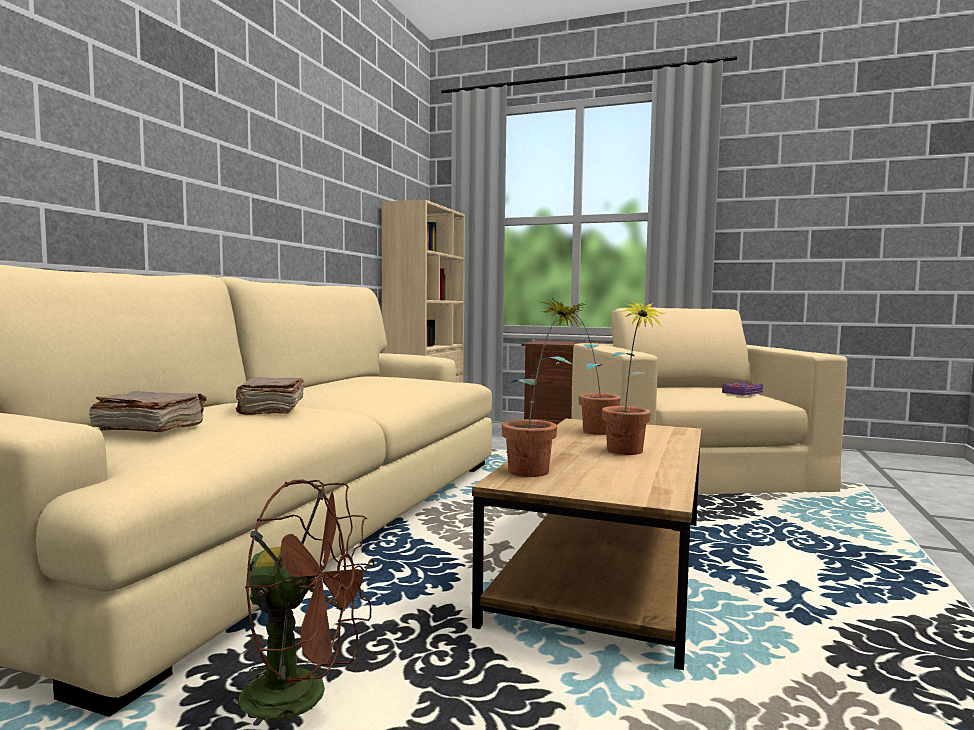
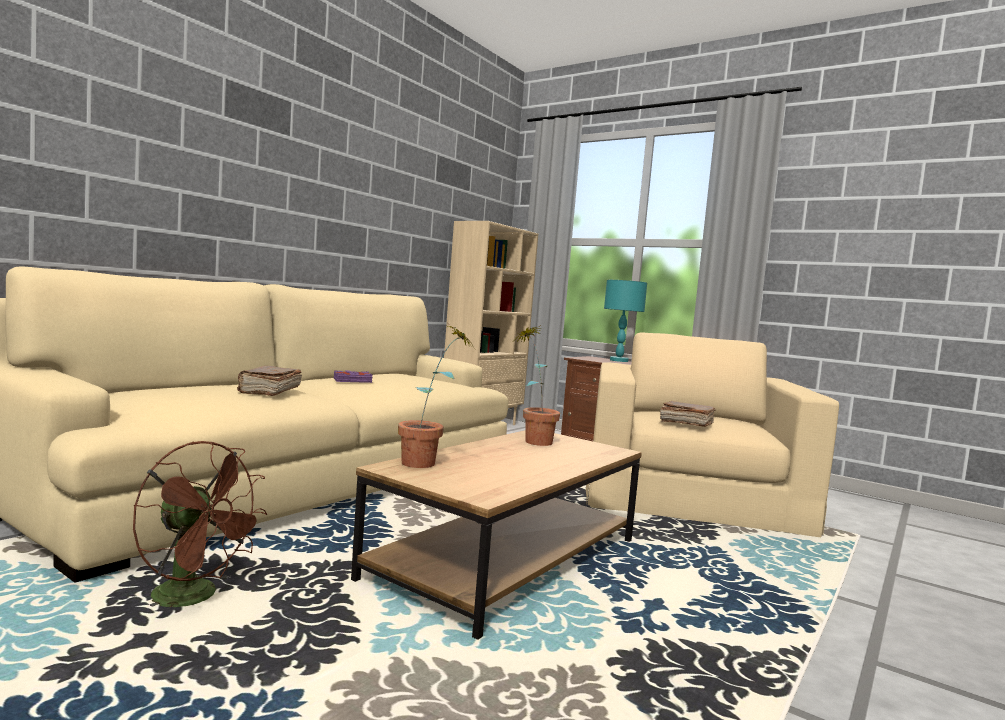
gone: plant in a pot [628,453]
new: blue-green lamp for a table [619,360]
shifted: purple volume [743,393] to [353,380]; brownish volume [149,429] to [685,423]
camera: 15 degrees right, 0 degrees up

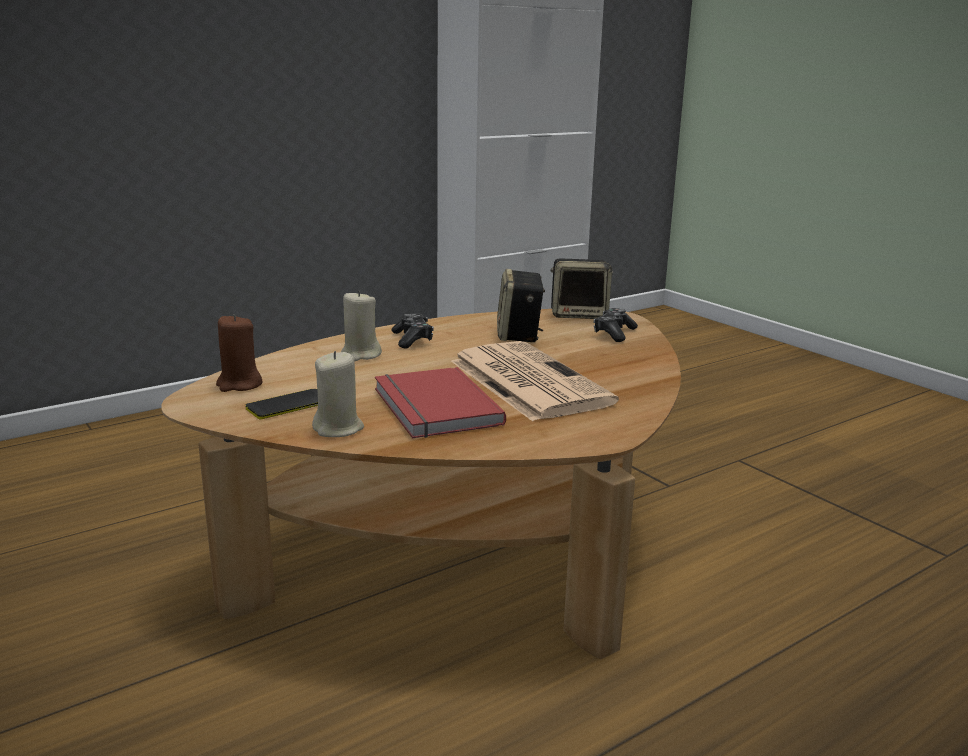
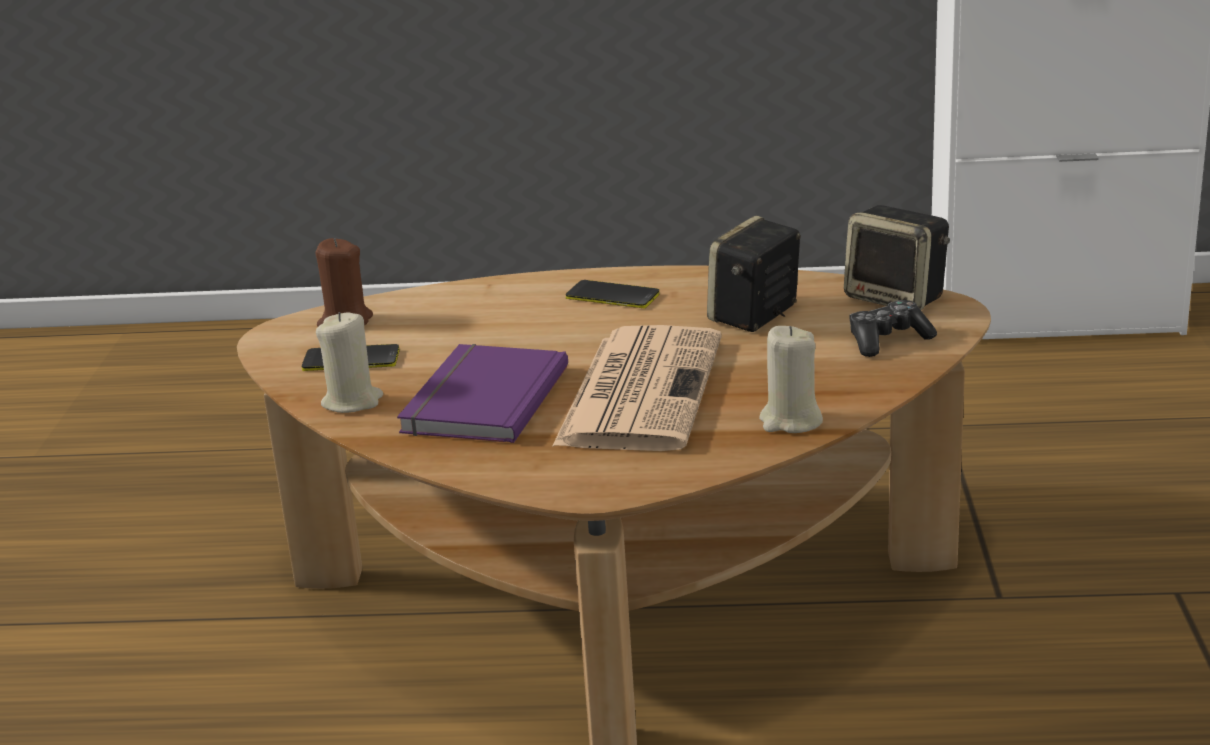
shifted: beige candle [360,355] to [790,421]
swapped: joypad [412,339] to phone [612,296]
repainted: red-coloured volume [432,407] to purple volume [480,399]
camera: 40 degrees right, 5 degrees up

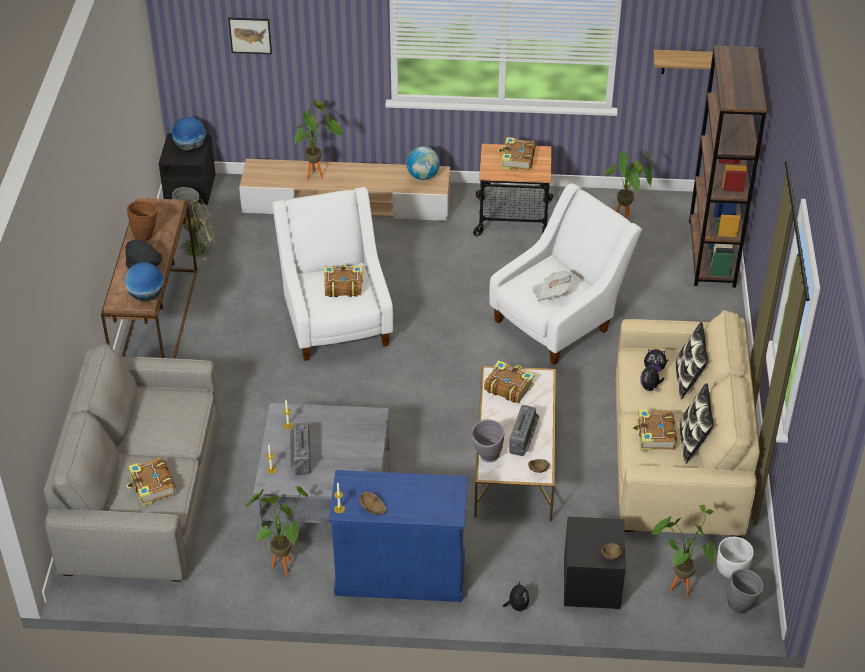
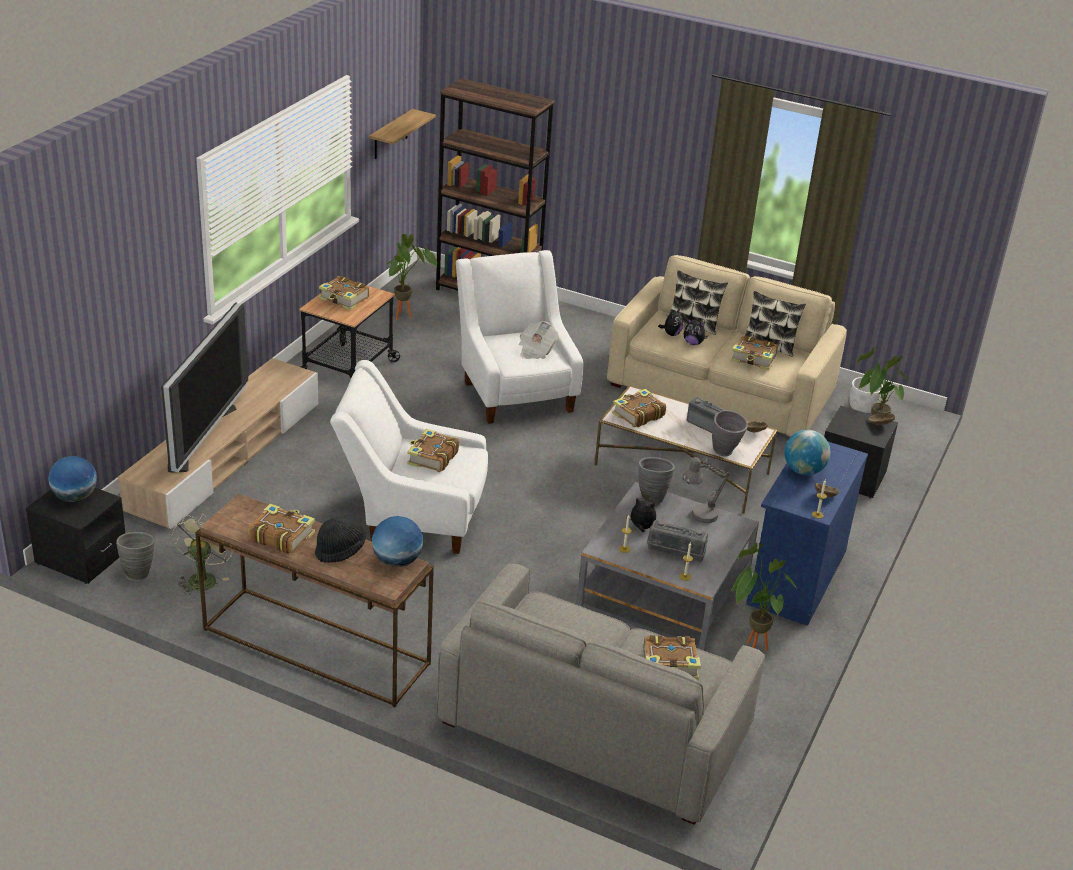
gone: wall art [250,35]
new: greyish lamp for a table [699,516]
shifted: desk globe [423,176] to [803,471]; greyish vase [741,606] to [651,498]; cuddly toy [517,606] to [641,528]
swapped: plant in a pot [318,175] to TV [202,437]; brownish vase [146,235] to volume [281,536]
camera: 70 degrees left, 10 degrees down

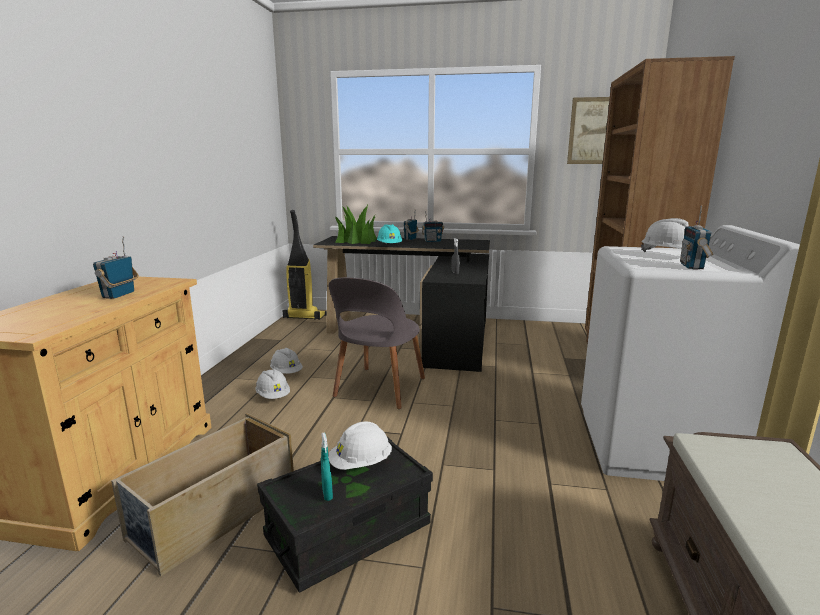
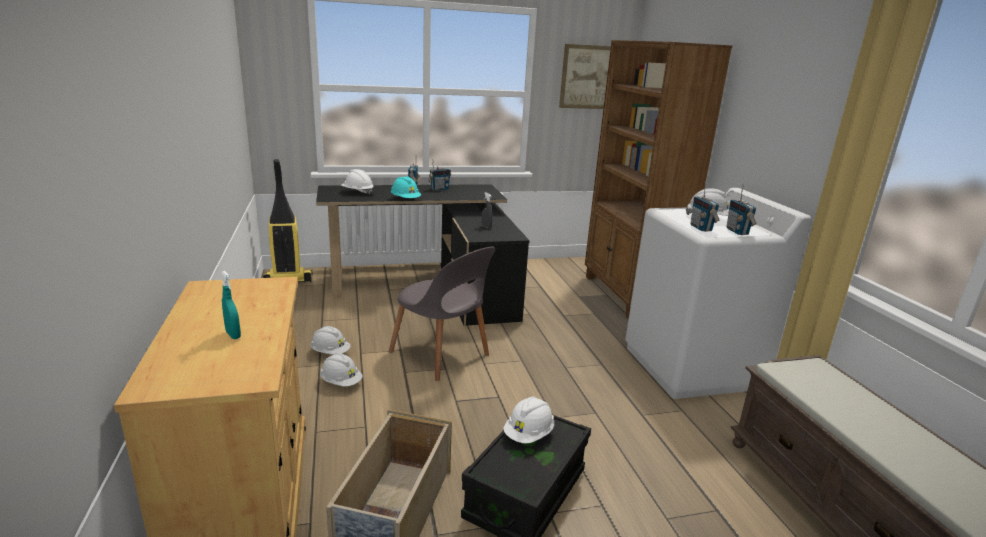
shifted: radio receiver [119,295] to [701,228]; blue-green spray bottle [327,494] to [233,335]
swapped: plant in a pot [356,240] to white-coloured hard hat [357,192]
rotated: greyish chair [378,389] = [441,355] 45 degrees counterclockwise
camera: 25 degrees left, 5 degrees up

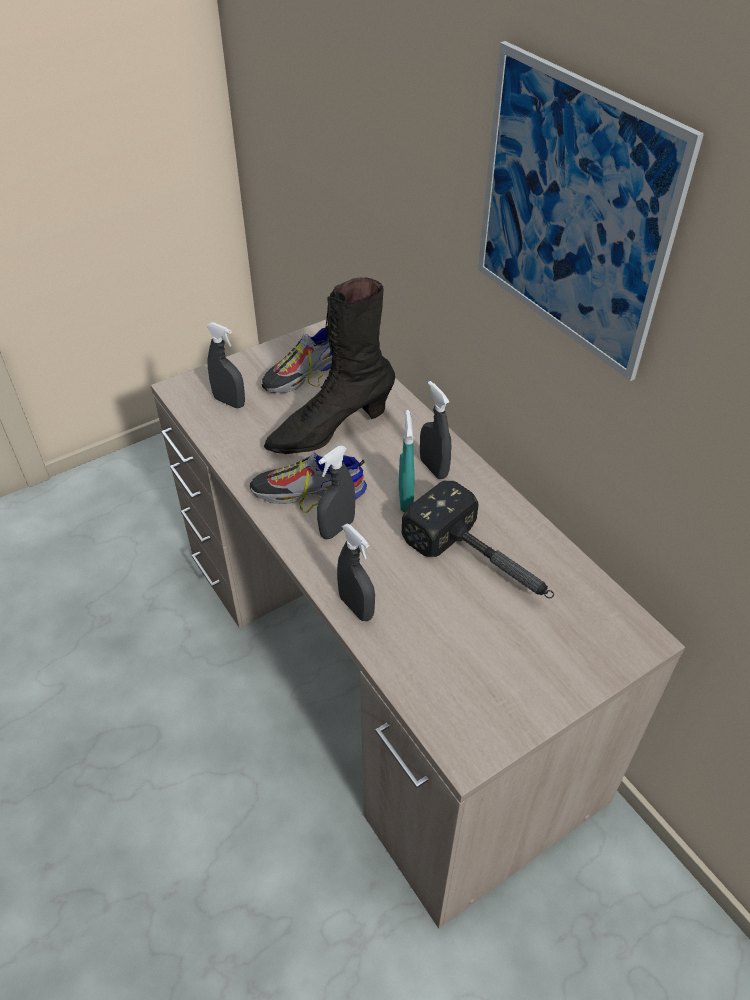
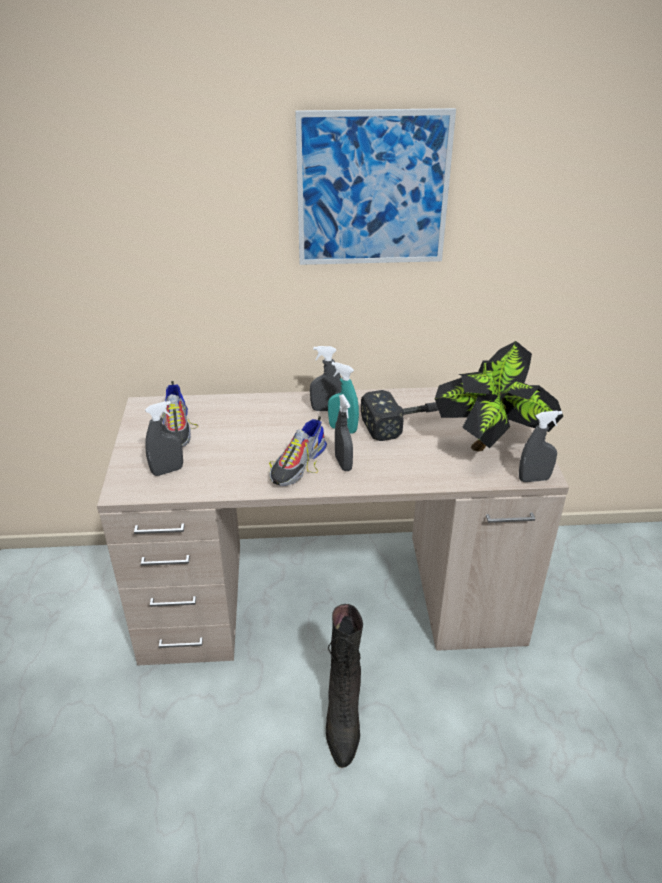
new: plant in a pot [491,445]
shifted: black high-top boot [330,430] to [343,718]; greyish spray bottle [356,607] to [534,479]
camera: 60 degrees left, 10 degrees down

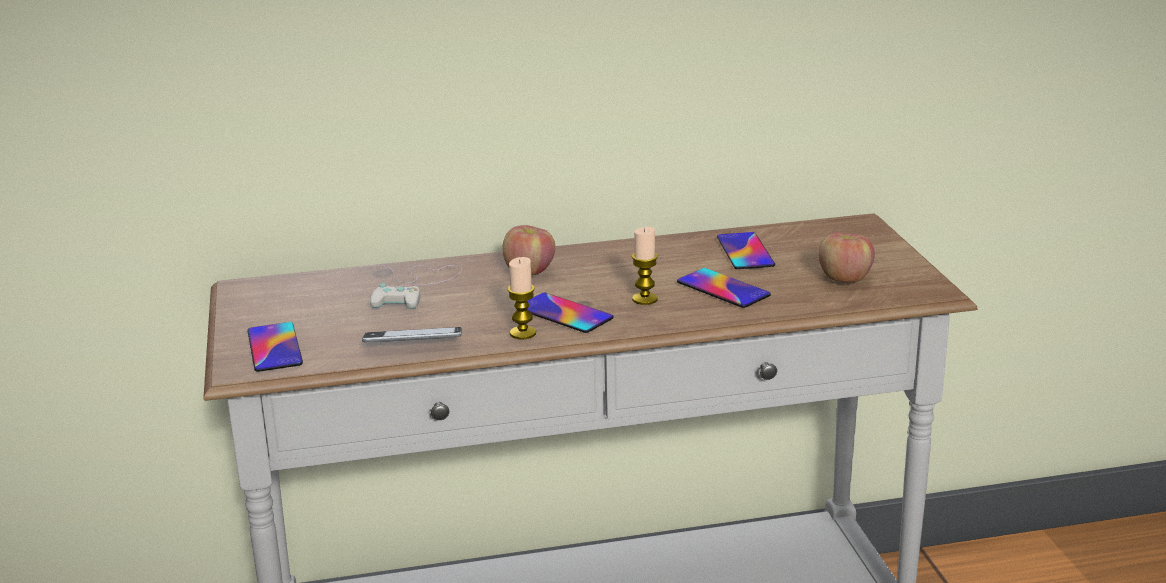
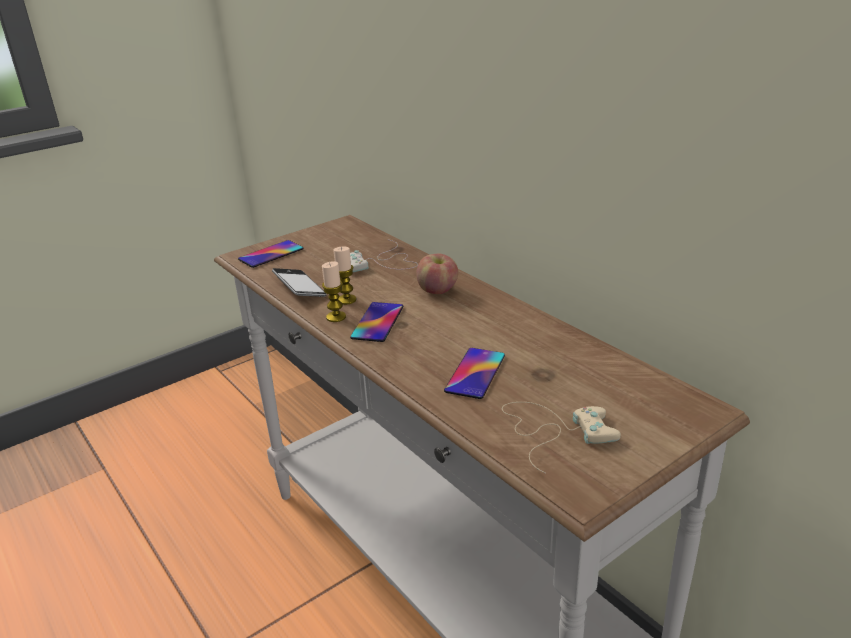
gone: phone [745,251]
shifted: candle [644,299] to [346,300]
swapped: whole apple [844,279] to beige joypad [553,430]
camera: 65 degrees right, 5 degrees up

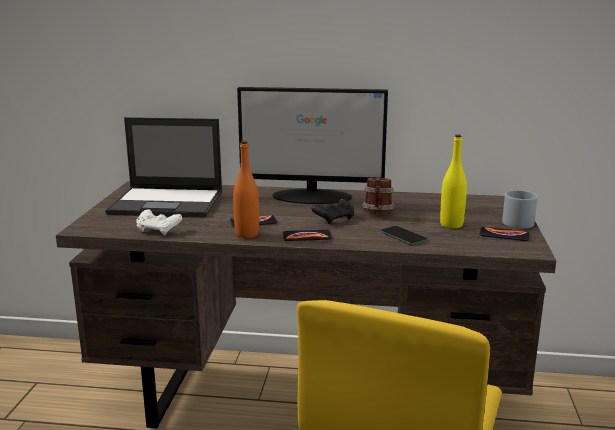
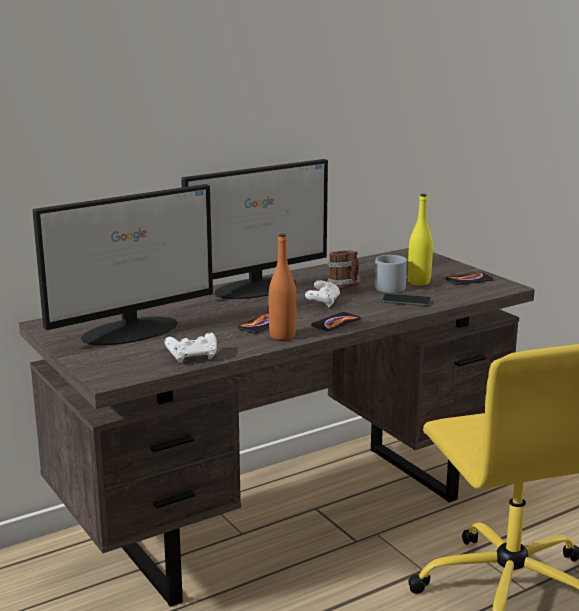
shifted: greyish mug [519,221] to [388,286]
swapped: notebook computer [168,203] to computer display [132,330]
repainted: black joypad [334,219] to white-coloured joypad [323,302]
camera: 40 degrees left, 0 degrees up

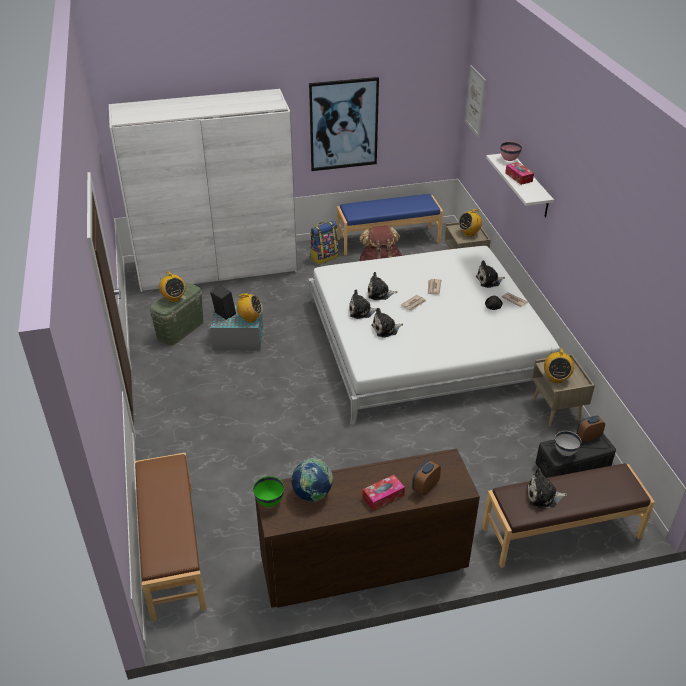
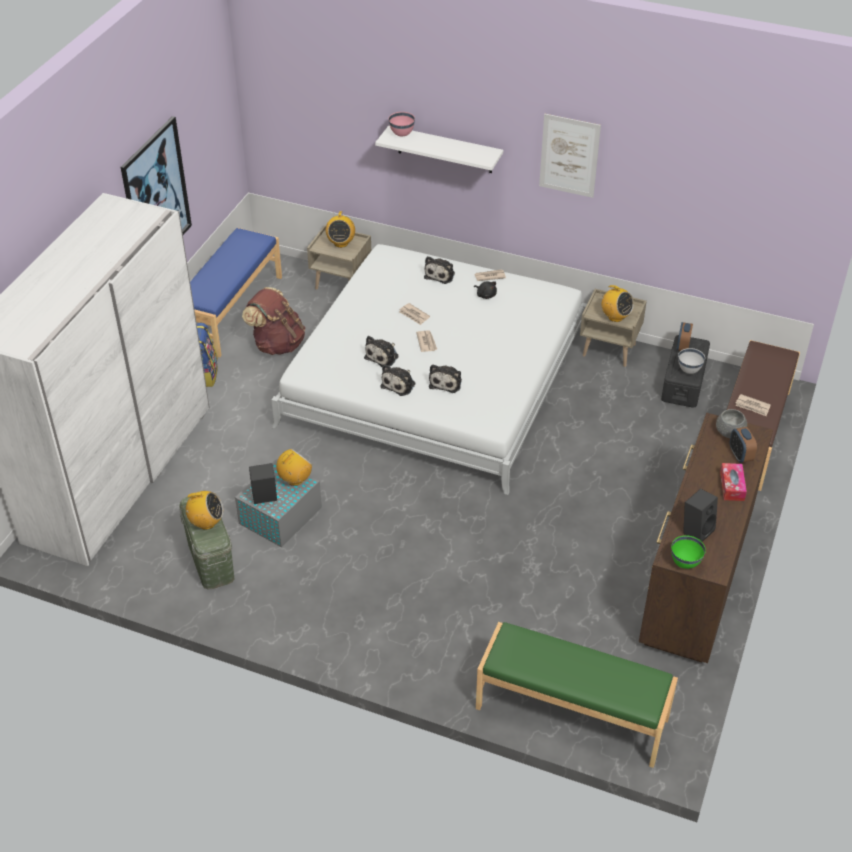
gone: tissue box [518,177]
new: greyish bowl [730,431]
shifted: wall art [475,101] to [569,155]
swapped: desk globe [313,494] to black speaker [696,530]; cuddly toy [543,496] to printed paper [752,406]
repainted: brownish bench [172,550] to green bench [571,714]
camera: 55 degrees left, 5 degrees up

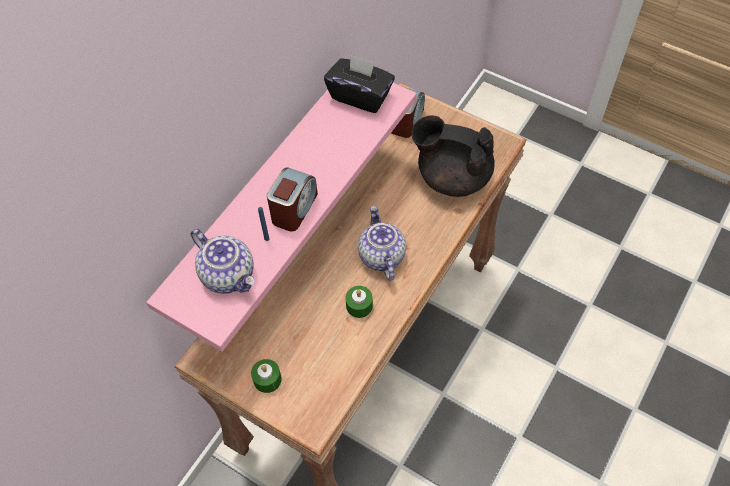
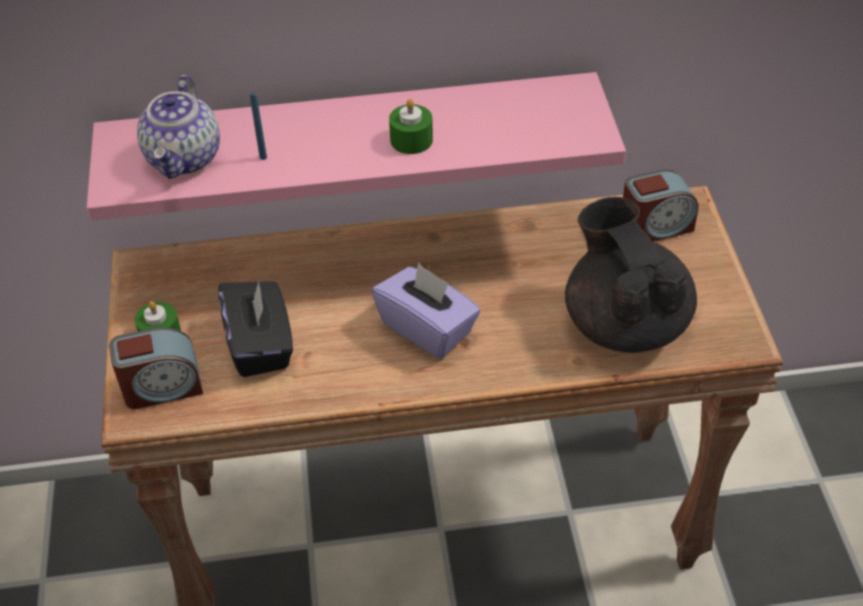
shifted: black tissue box [360,96] to [260,345]; table clock [294,209] to [162,387]; green candle [359,305] to [411,140]
swapped: pot for tea [381,256] to purple tissue box [427,328]
camera: 50 degrees right, 10 degrees down

